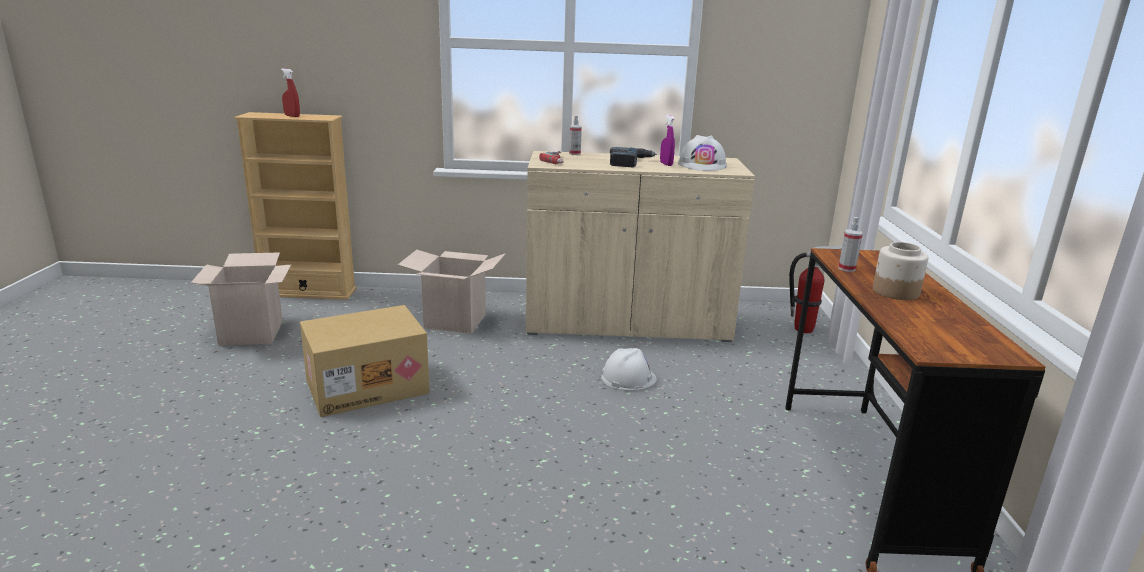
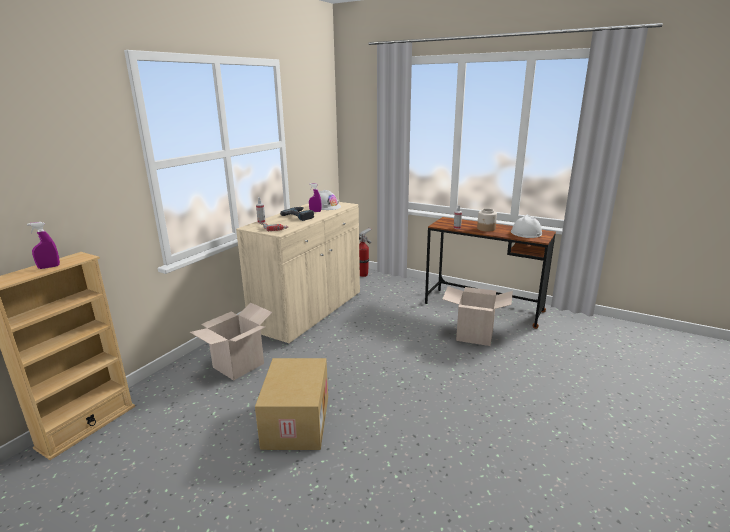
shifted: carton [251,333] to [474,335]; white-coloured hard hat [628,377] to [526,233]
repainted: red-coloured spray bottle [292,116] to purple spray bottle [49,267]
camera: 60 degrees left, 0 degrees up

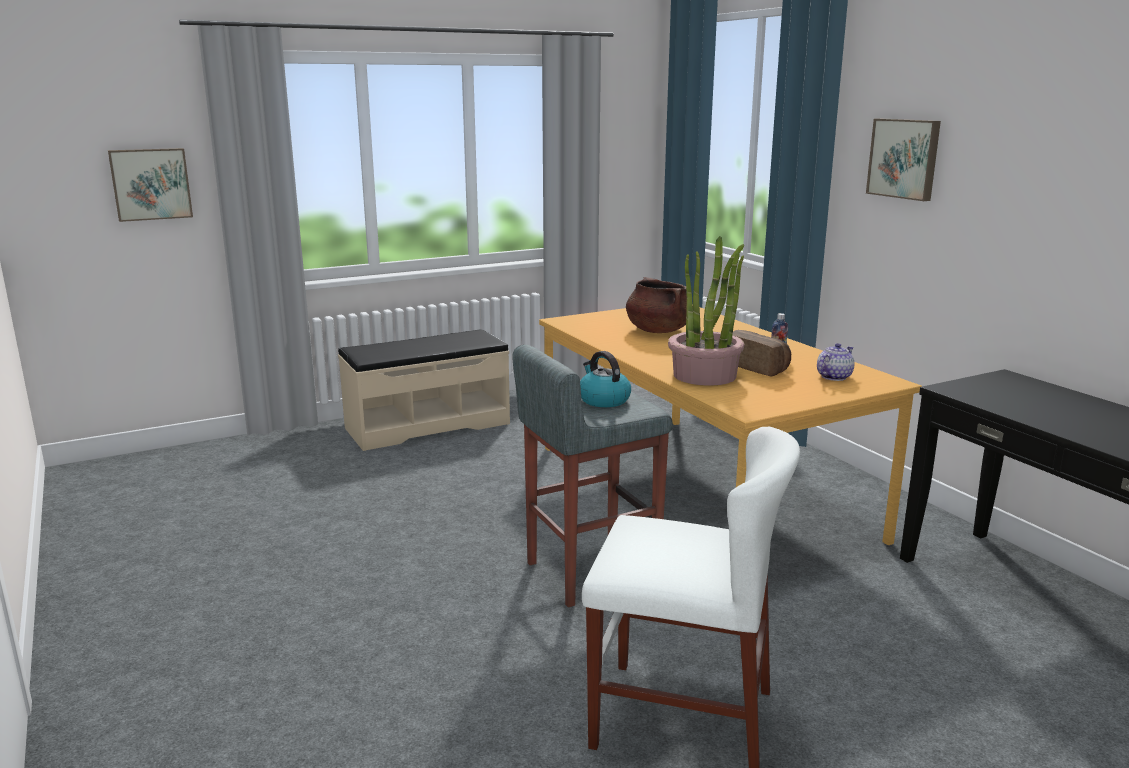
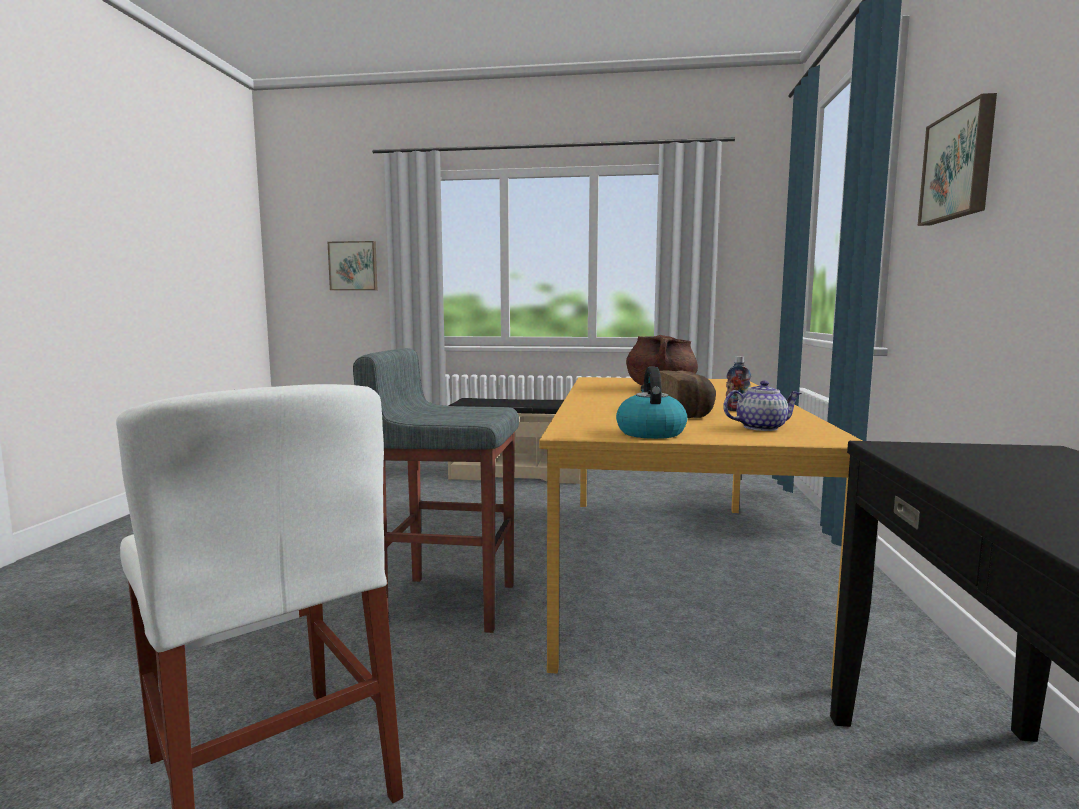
gone: plant in a pot [705,375]
shifted: kettle [603,400] to [650,432]
camera: 35 degrees right, 10 degrees down

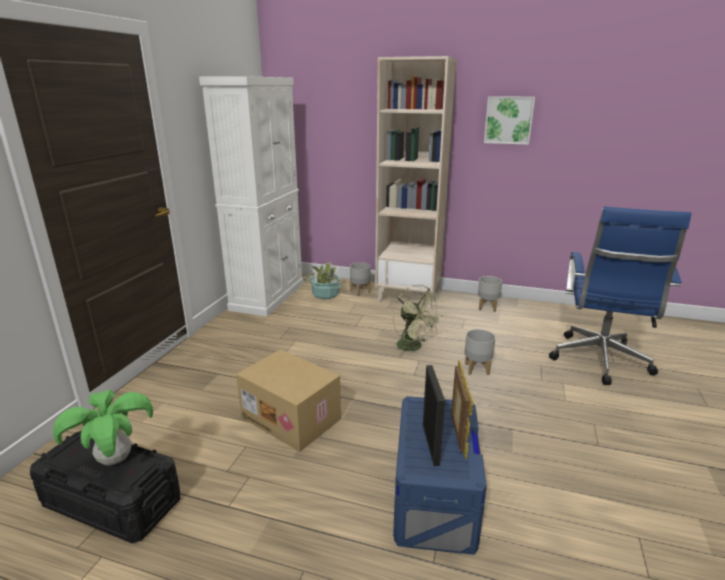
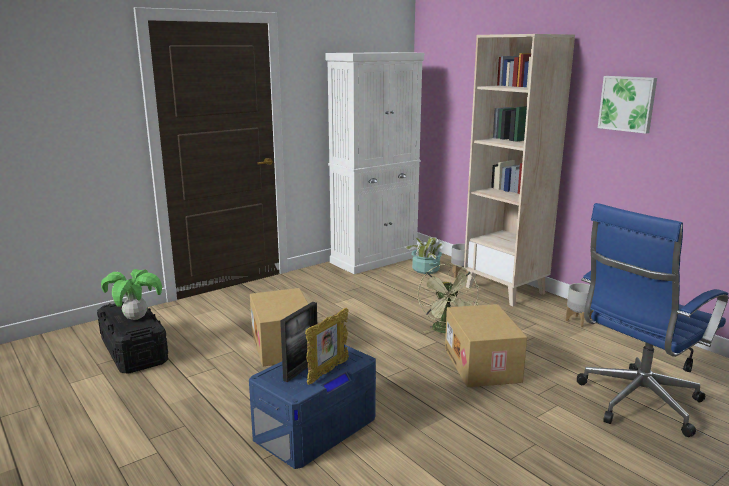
swapped: greyish planter [477,369] to carton [483,365]
camera: 35 degrees right, 5 degrees down

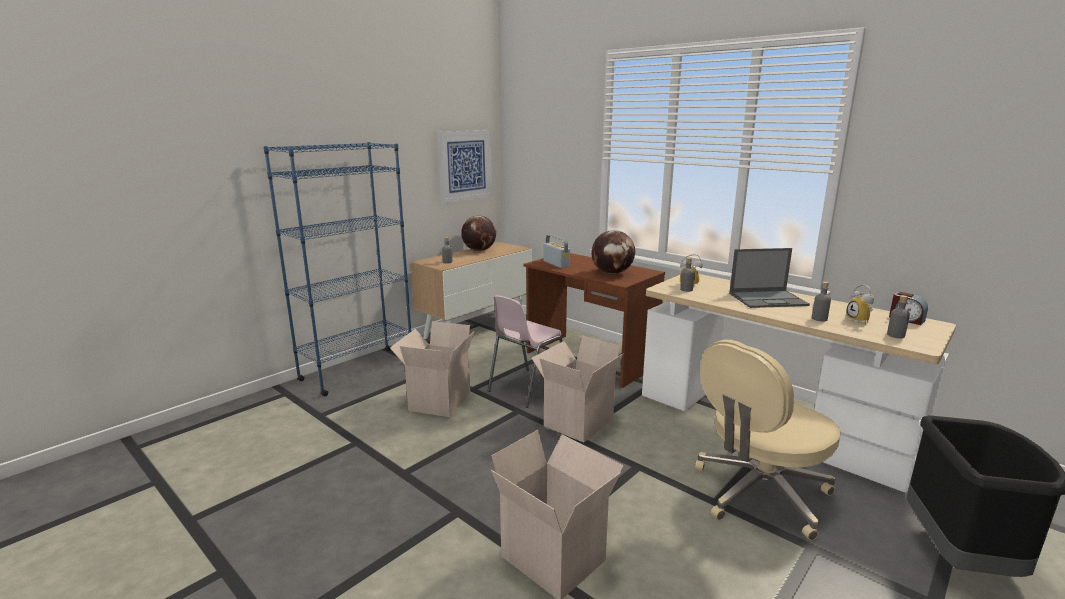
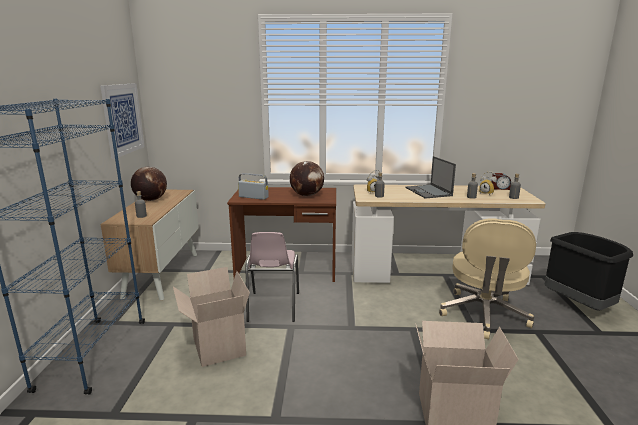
gone: carton [577,421]
rotated: notebook computer [768,299] = [428,192] 120 degrees clockwise
camera: 40 degrees left, 0 degrees up

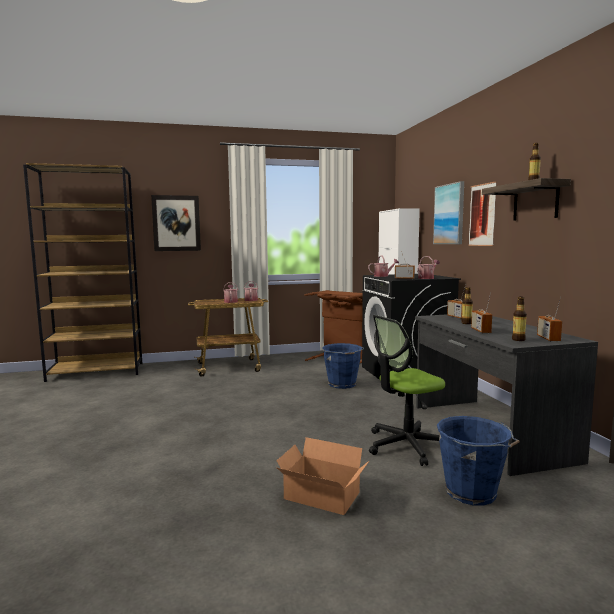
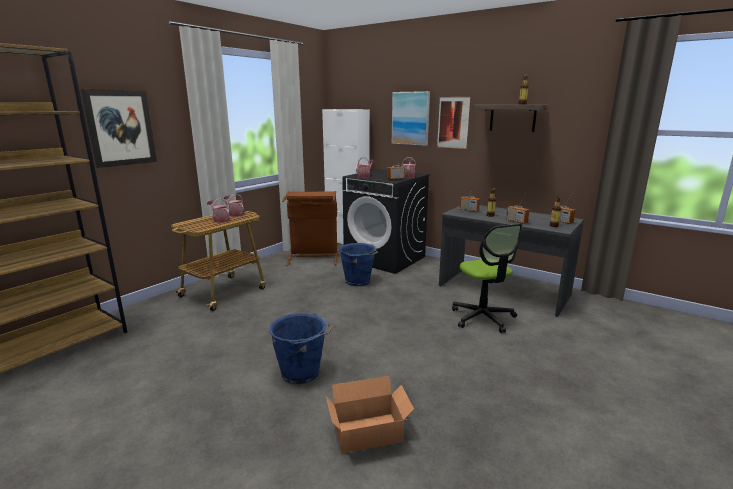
shifted: blue bucket [472,493] to [302,373]; carton [322,497] to [370,434]
rotated: desk chair [406,445] = [483,318] 45 degrees counterclockwise
camera: 40 degrees left, 10 degrees up

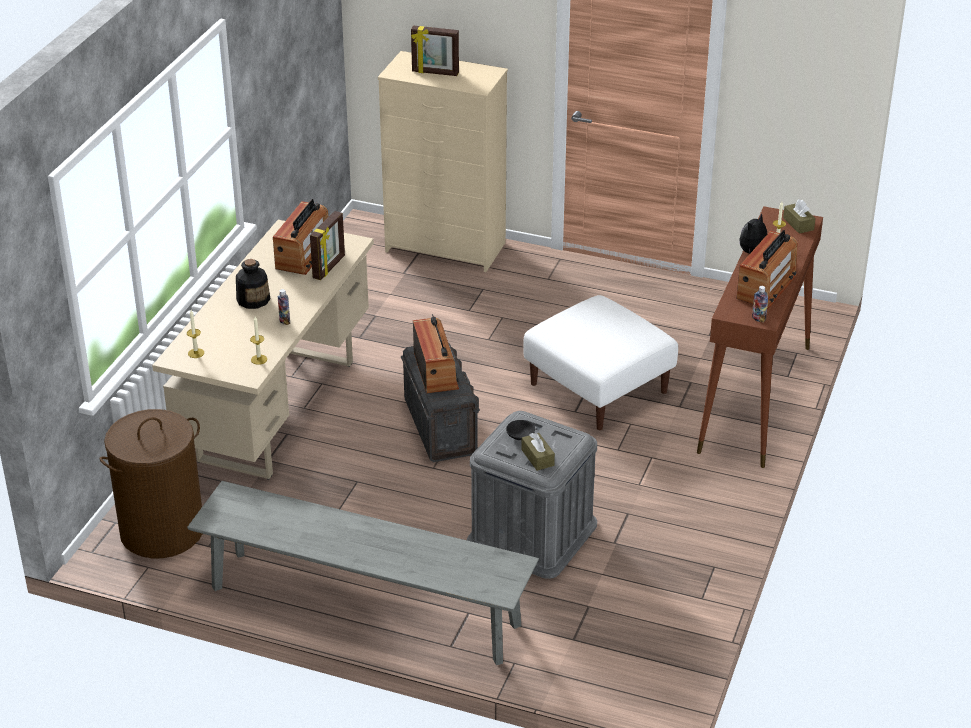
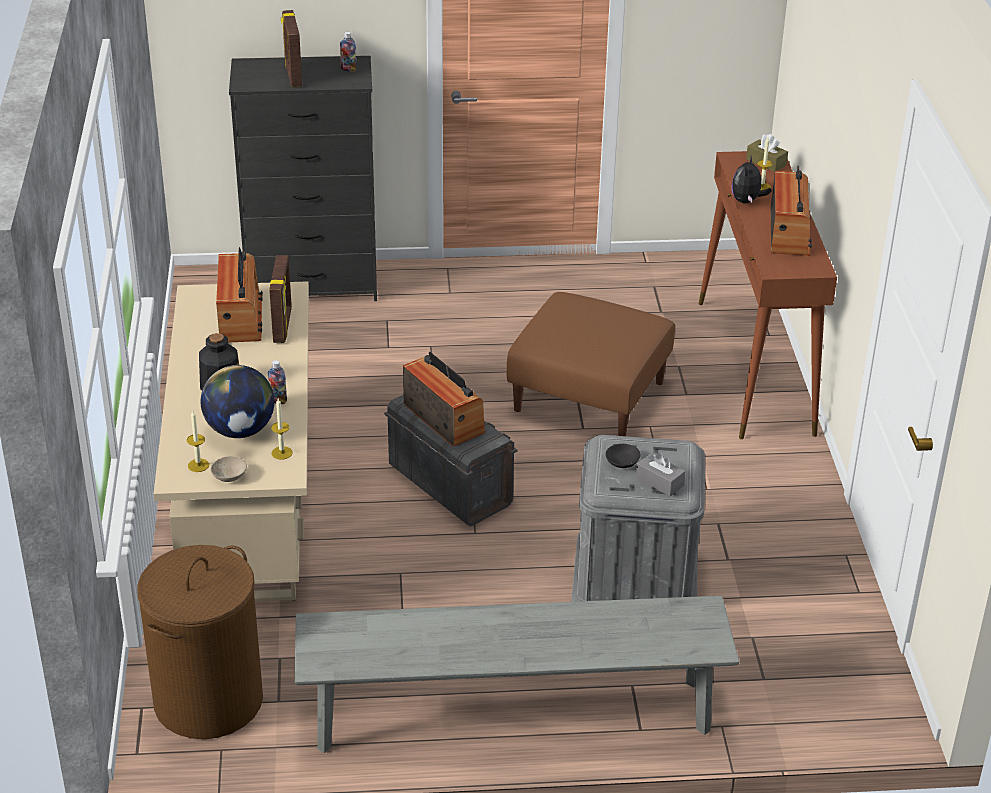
new: desk globe [240,430]; beige bowl [230,476]
shifted: beverage bottle [758,319] to [348,69]
repainted: beige drawer chest [446,247] to black drawer chest [313,284]; white-coloured ottoman [599,388] to brownish ottoman [590,396]; brownish tissue box [537,457] to greyish tissue box [659,482]
rotated: picture frame [435,73] = [292,75] 90 degrees clockwise
camera: 25 degrees left, 0 degrees up

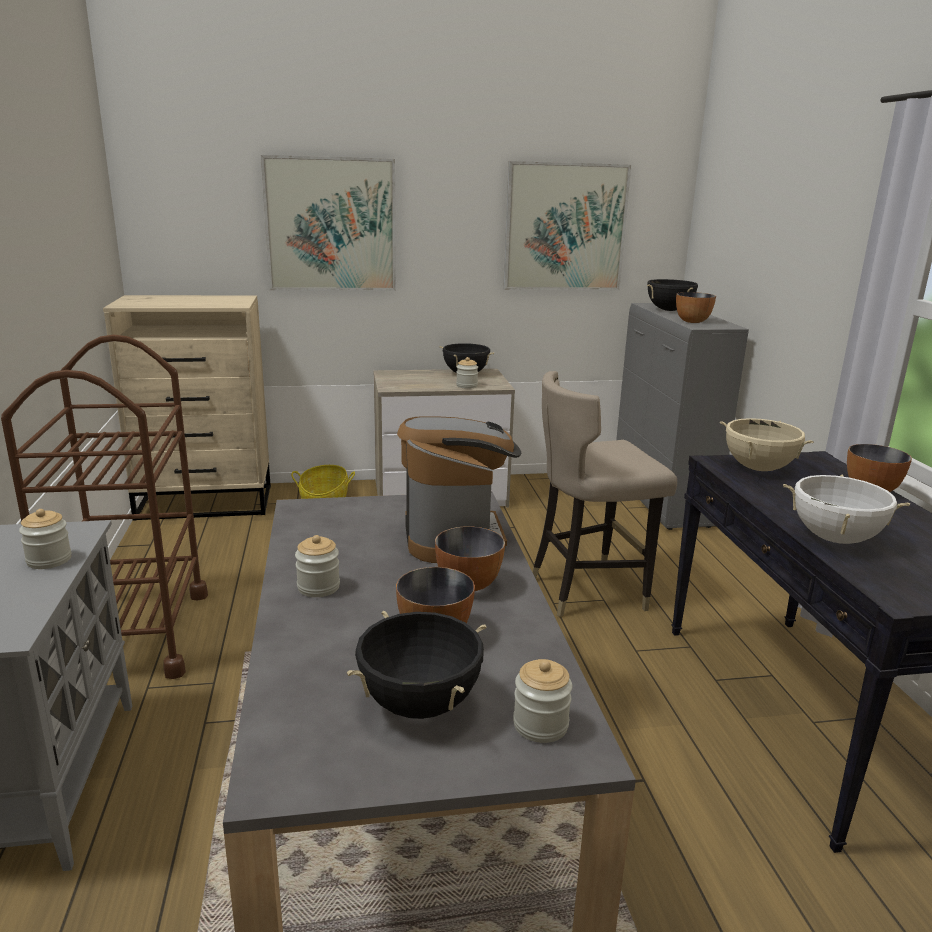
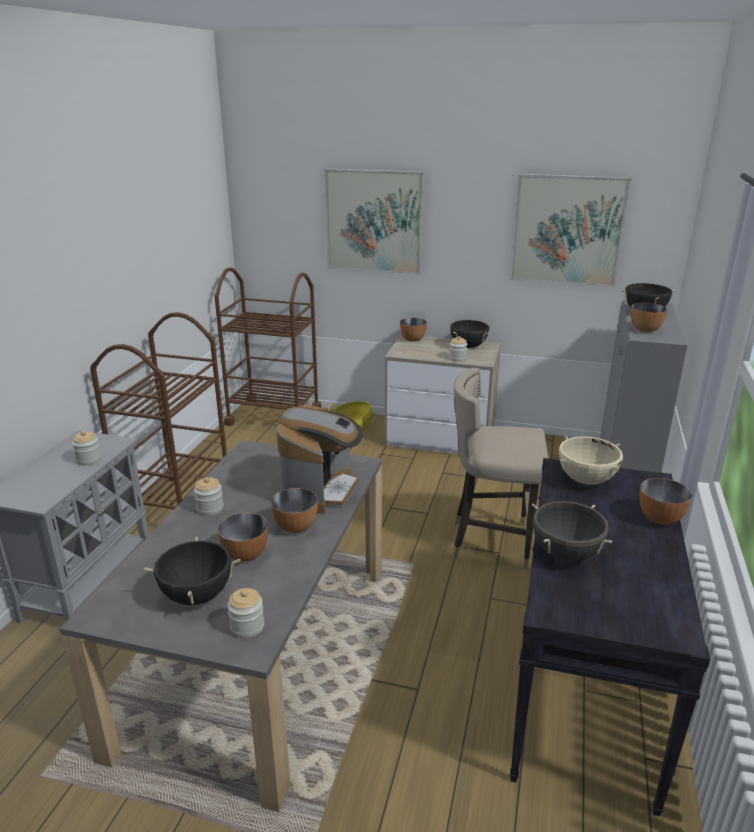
new: bowl [412,339]
swapped: beige drawer chest [206,502] to brownish cart [274,417]
repainted: white-coloured stockpot [835,539] to black stockpot [565,554]
camera: 25 degrees right, 5 degrees up

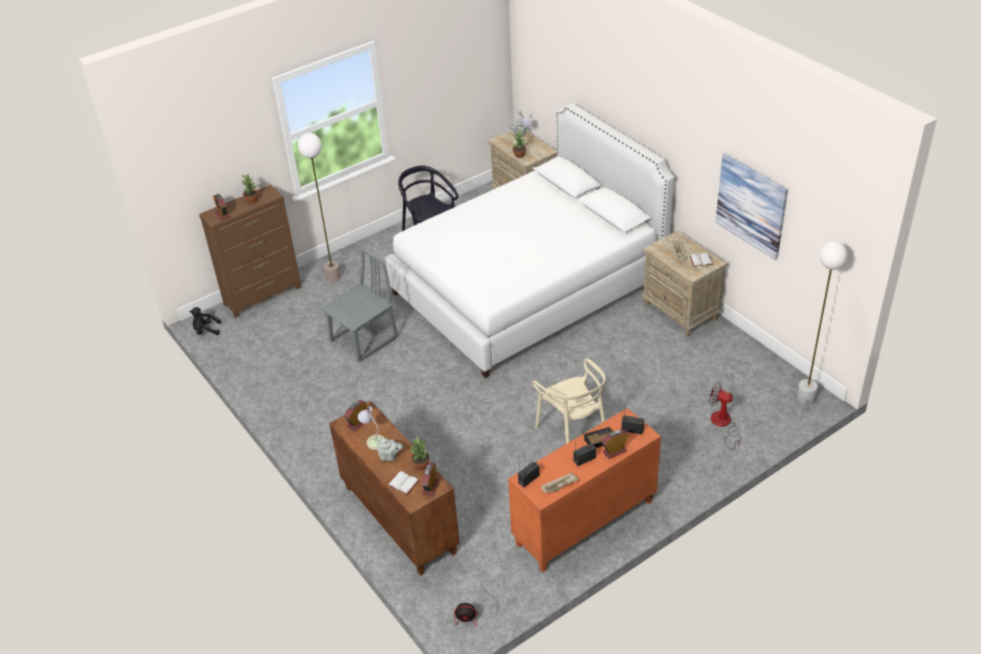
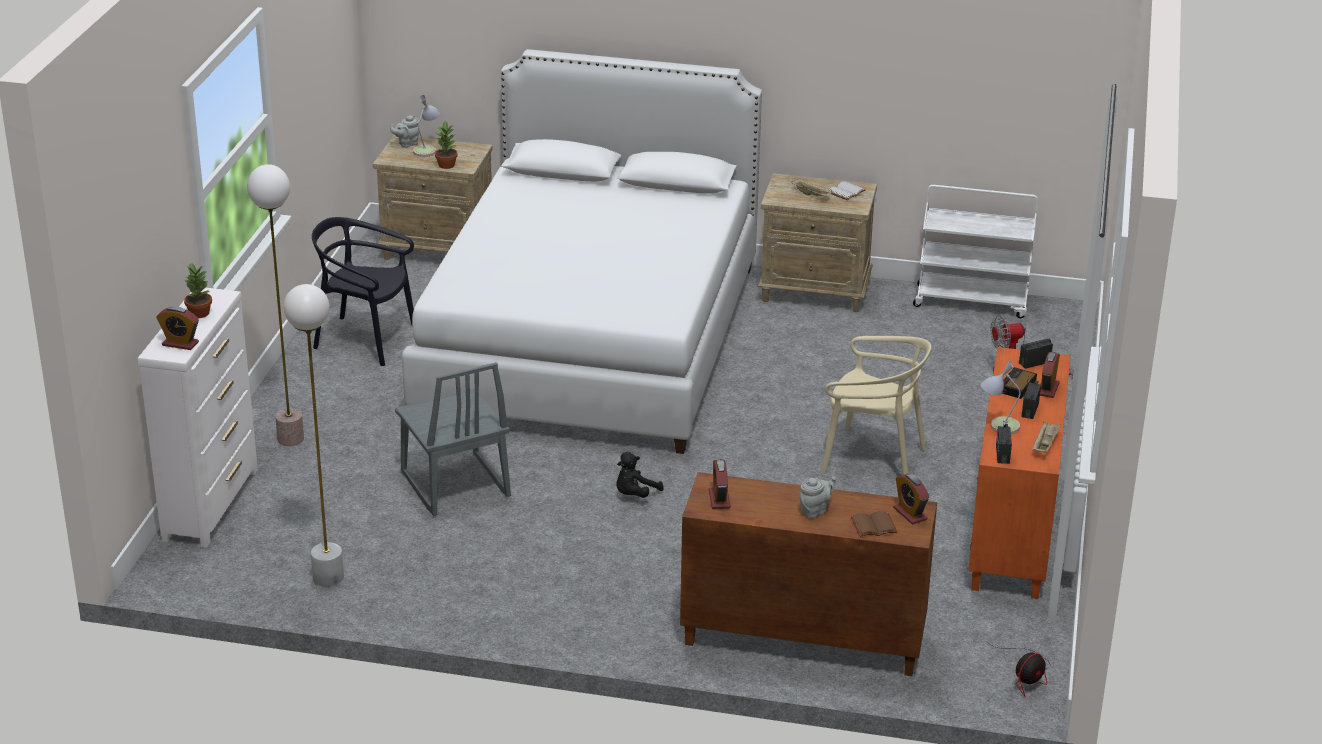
gone: wall art [751,206]; plant in a pot [420,465]
new: white-coloured cart [972,301]
shifted: white-coloured floor lamp [805,398] to [328,577]; black cuddly toy [206,331] to [635,494]; lamp for a table [373,440] to [998,426]
repainted: brownish drawer chest [263,296] to white-coloured drawer chest [211,503]; white-coloured volume [402,484] to brownish volume [873,527]
rotated: greyish chair [364,339] = [454,486] 150 degrees clockwise
camera: 45 degrees left, 10 degrees down

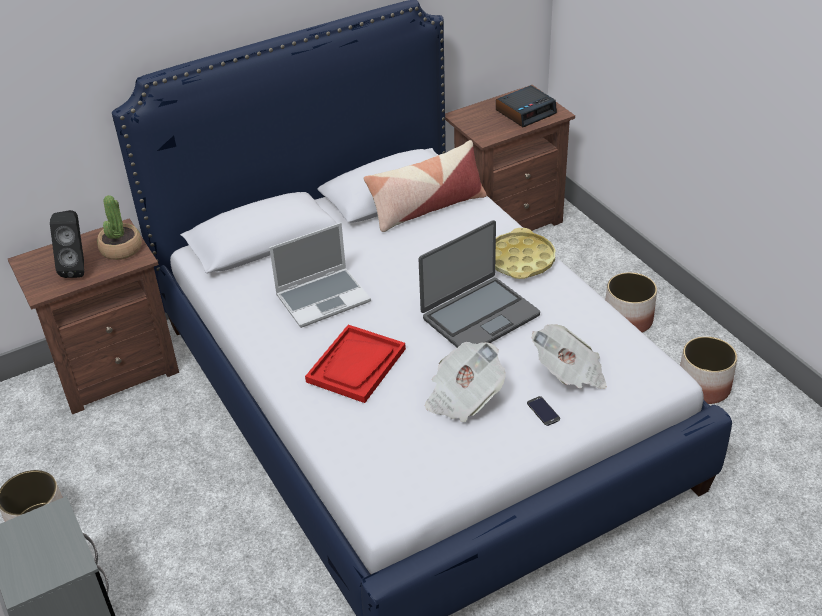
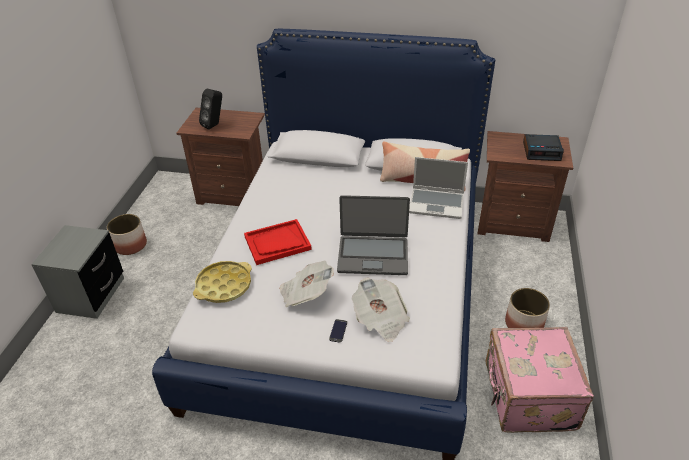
gone: plant in a pot [121,249]
shifted: notebook computer [323,298] to [437,204]; yellow-coloured tray [520,260] to [224,285]
swapped: planter [704,387] to pink-coloured suitcase [527,397]
camera: 40 degrees right, 0 degrees up

